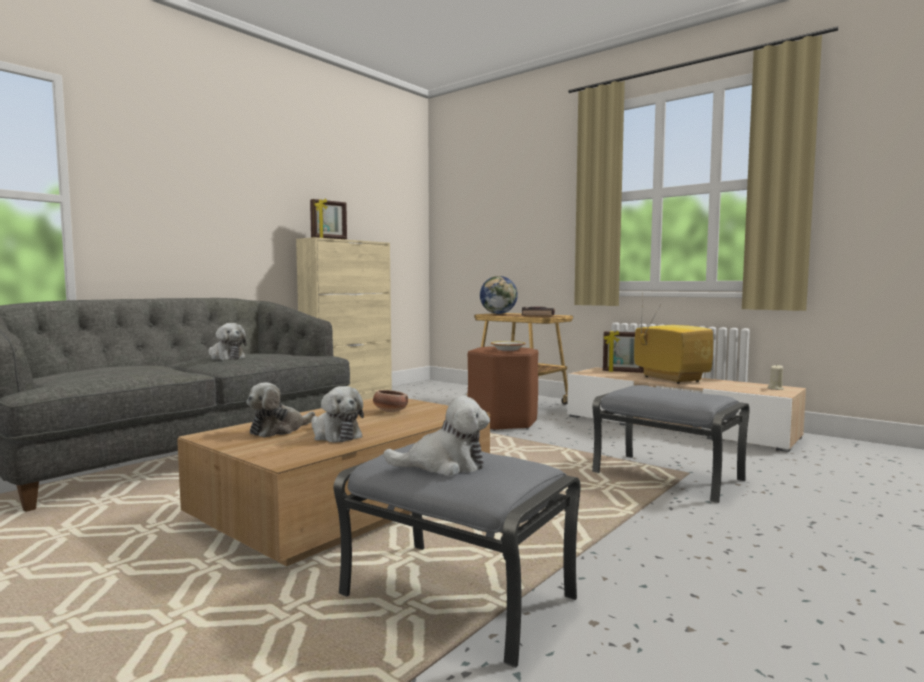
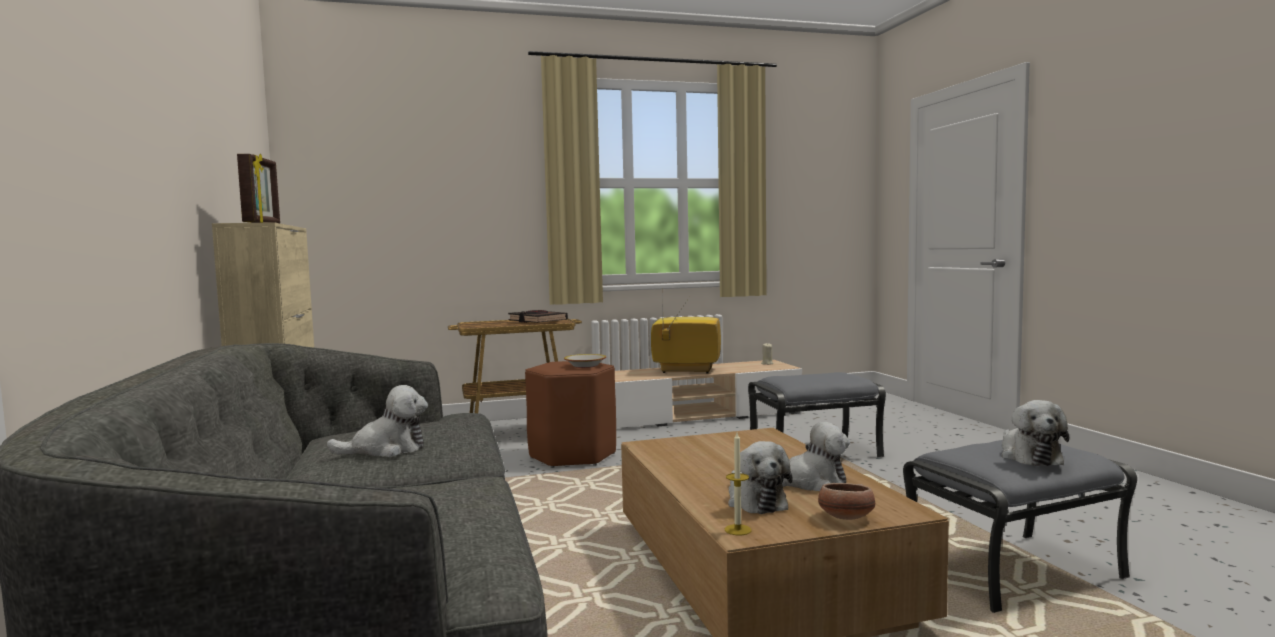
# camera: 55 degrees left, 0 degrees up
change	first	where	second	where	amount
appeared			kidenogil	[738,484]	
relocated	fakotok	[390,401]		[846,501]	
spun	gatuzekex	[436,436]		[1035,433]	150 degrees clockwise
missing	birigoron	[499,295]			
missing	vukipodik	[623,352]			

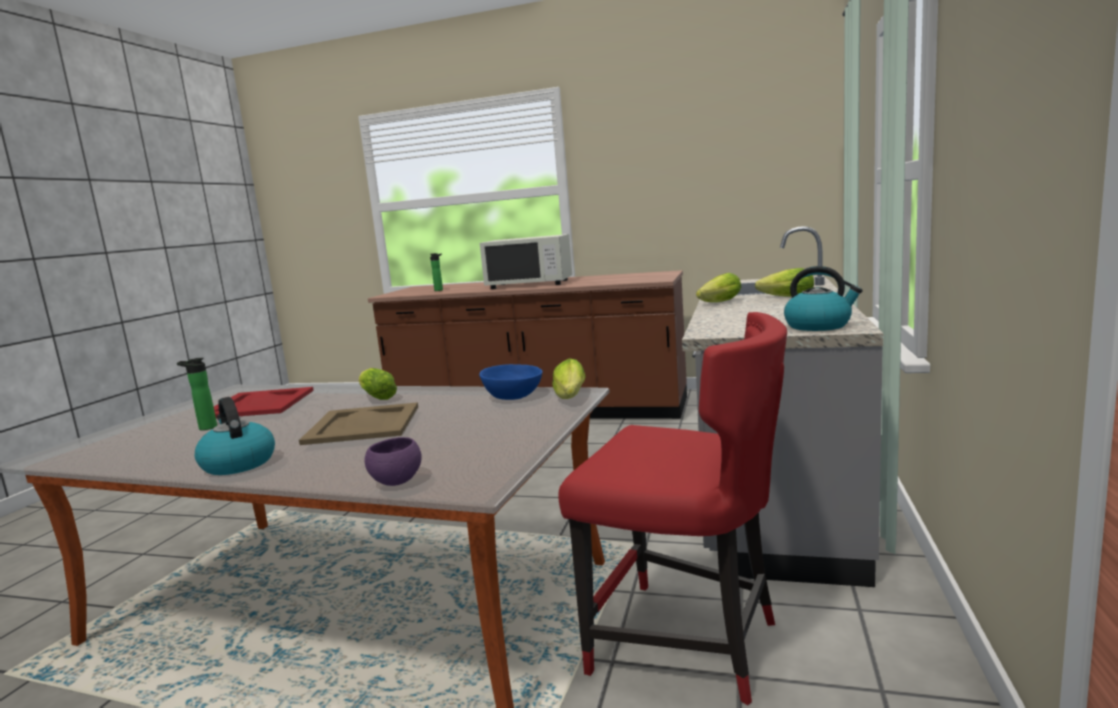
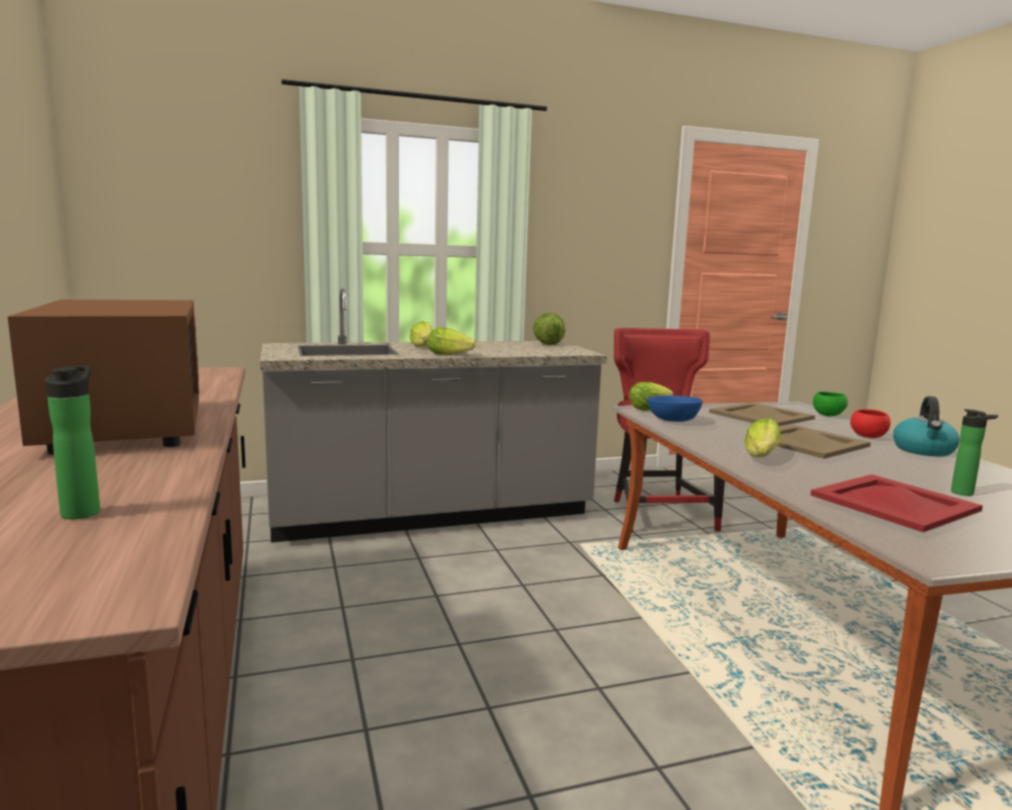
# camera: 125 degrees left, 0 degrees up
change	first	where	second	where	amount
colour	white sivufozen	[526,261]	brown sivufozen	[103,377]	
exchanged	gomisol	[823,298]	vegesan	[549,329]	
appeared			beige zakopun	[762,414]	
colour	purple fakotok	[393,461]	green fakotok	[830,404]	
appeared			red fakotok	[870,423]	

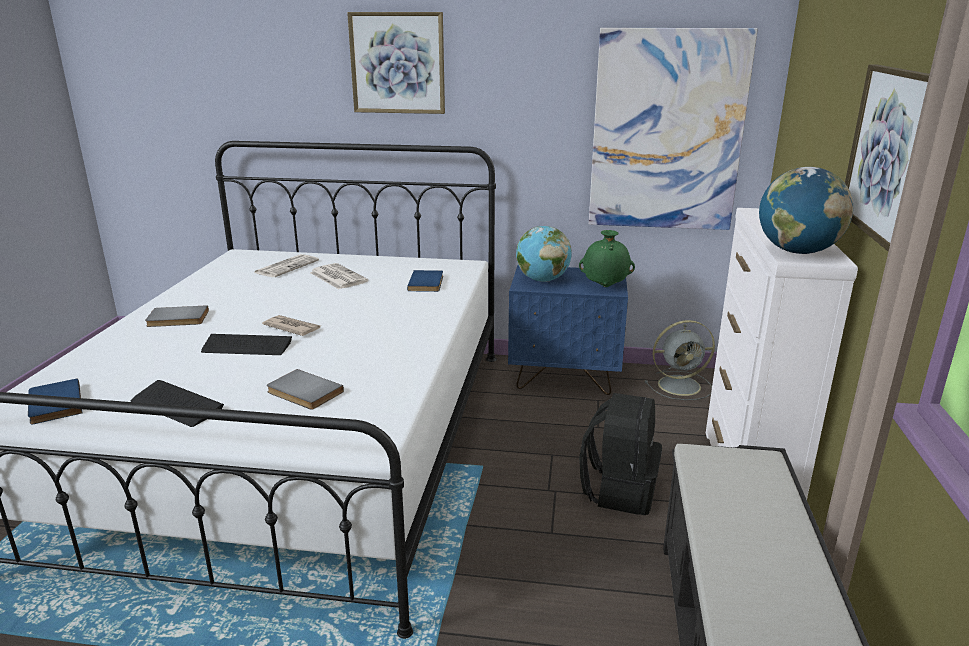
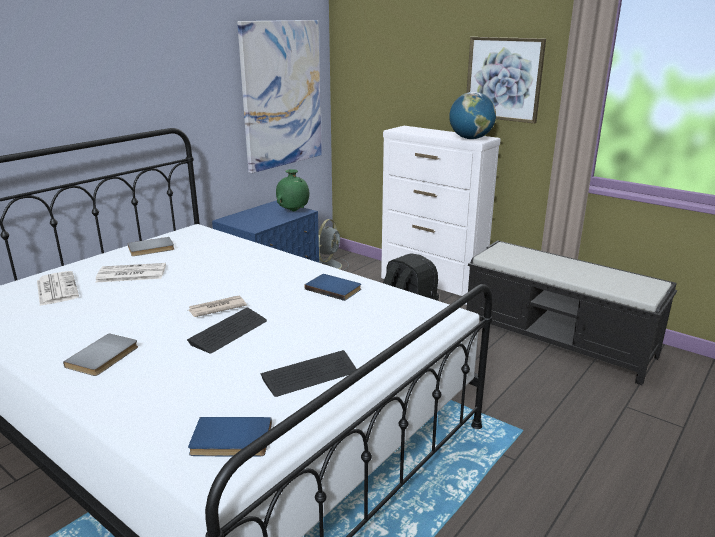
# camera: 60 degrees left, 0 degrees up
change	first	where	second	where	amount
relocated	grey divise	[305,389]		[151,246]	
relocated	blue divise	[425,281]		[333,287]	
missing	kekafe	[396,63]			
missing	birigoron	[544,254]			

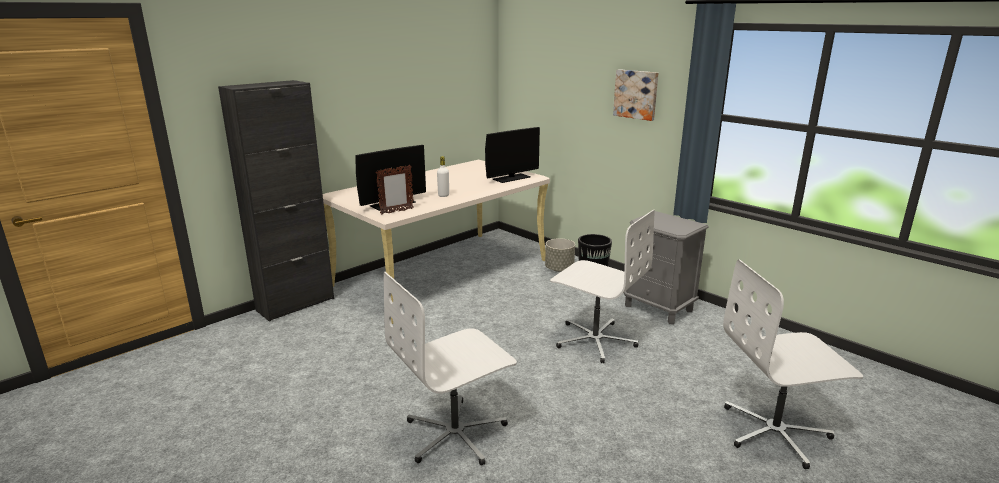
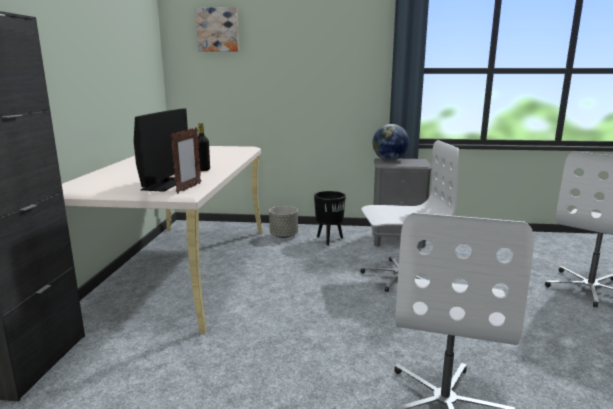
# camera: 40 degrees left, 5 degrees down
change	first	where	second	where	amount
relocated	kekafe	[636,95]		[217,29]	
colour	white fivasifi	[443,176]	black fivasifi	[203,147]	
appeared			birigoron	[391,142]	
missing	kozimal	[512,155]			

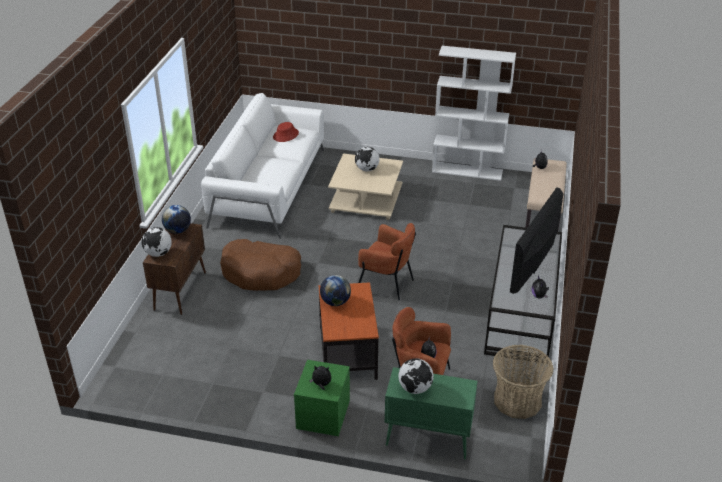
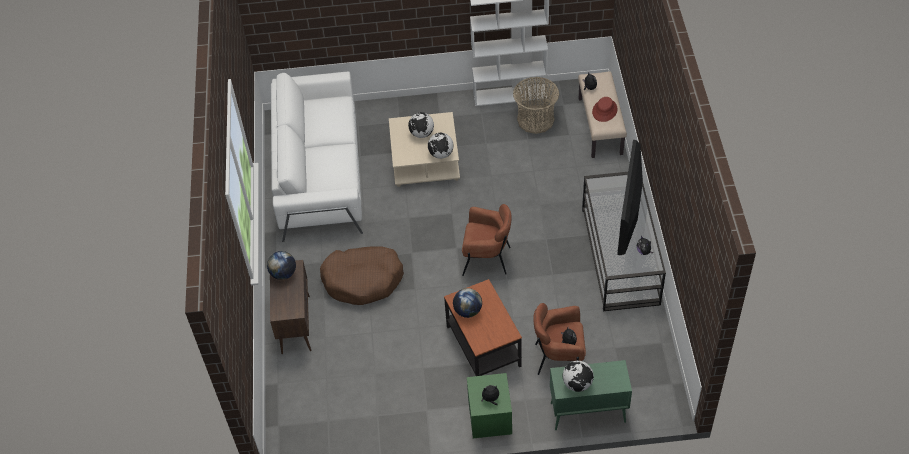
# camera: 15 degrees left, 15 degrees up
change	first	where	second	where	amount
relocated	birigoron	[157,242]		[441,146]	
relocated	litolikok	[523,382]		[536,105]	
relocated	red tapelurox	[286,132]		[604,109]	

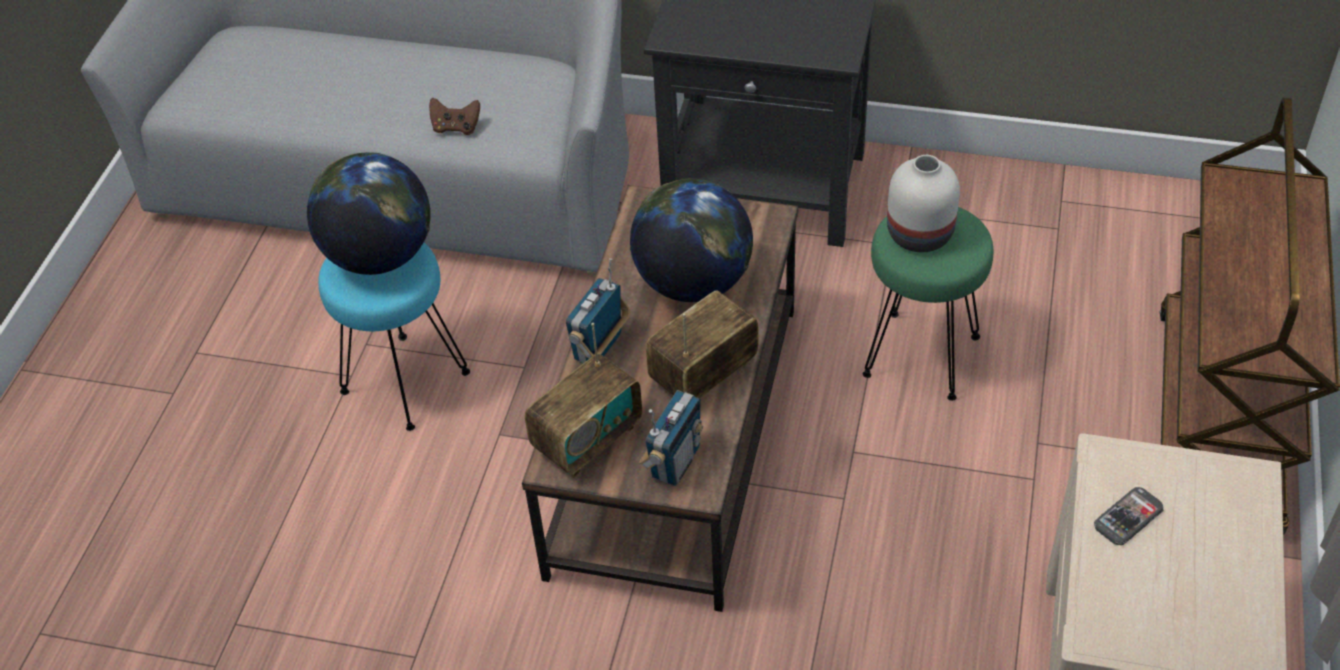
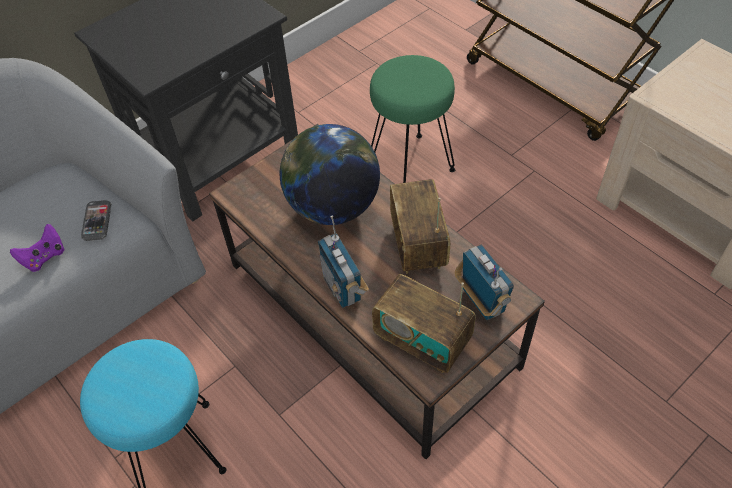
# camera: 55 degrees left, 5 degrees up
change	first	where	second	where	amount
colour	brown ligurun	[454,116]	purple ligurun	[37,248]	
relocated	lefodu	[1129,516]		[96,220]	
spun	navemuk	[583,400]		[424,323]	135 degrees clockwise
missing	birigoron	[369,213]			
missing	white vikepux	[923,203]			

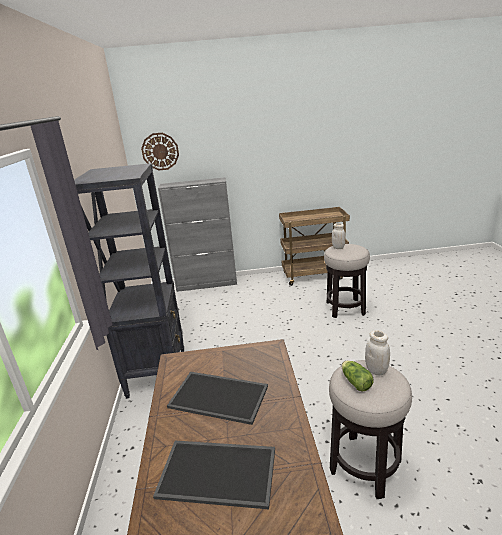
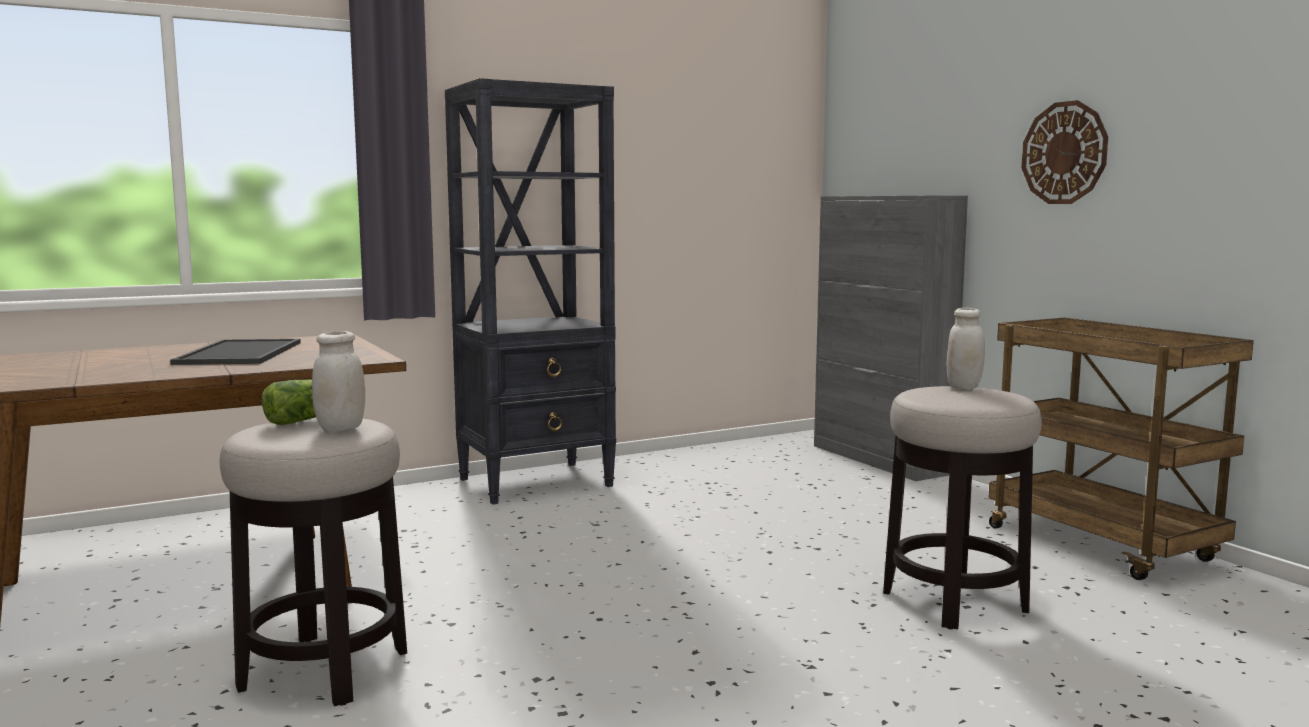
# camera: 65 degrees right, 15 degrees down
change	first	where	second	where	amount
relocated	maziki	[160,151]		[1065,152]	
missing	zakopun	[214,475]			

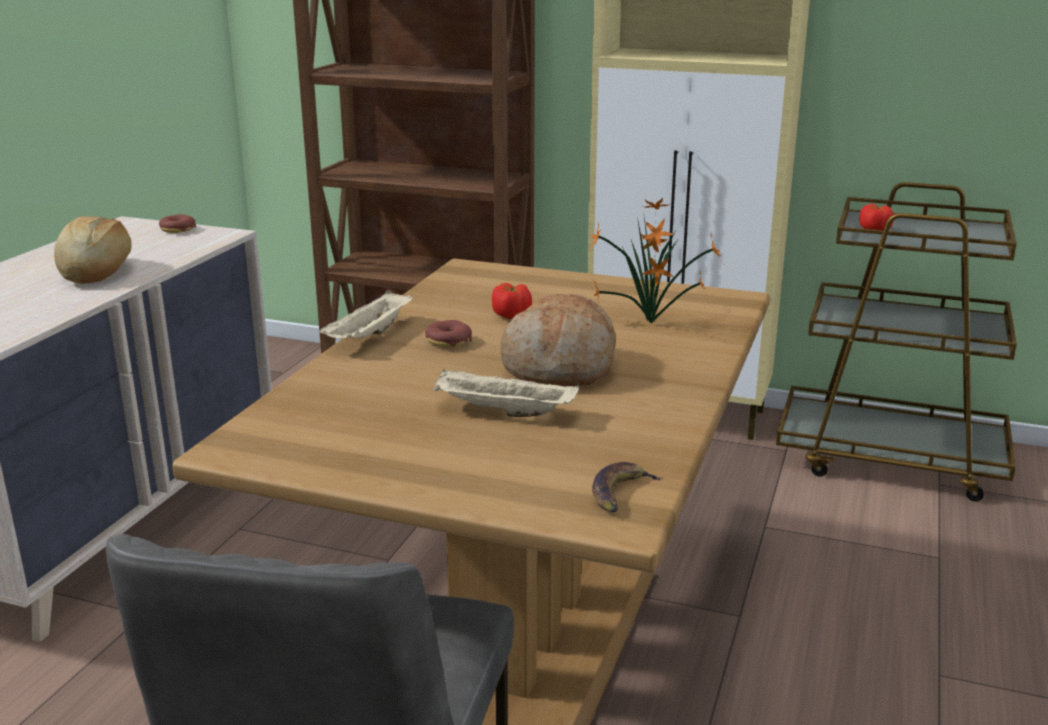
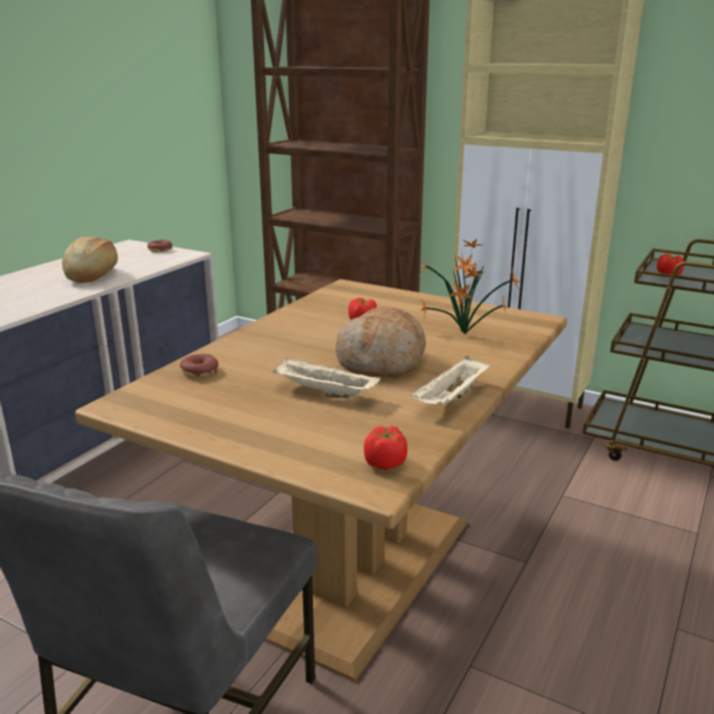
# camera: 10 degrees right, 0 degrees up
change	first	where	second	where	amount
relocated	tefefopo	[448,333]		[199,365]	
exchanged	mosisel	[628,487]	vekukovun	[385,448]	
relocated	beige zakopun	[365,314]		[450,380]	

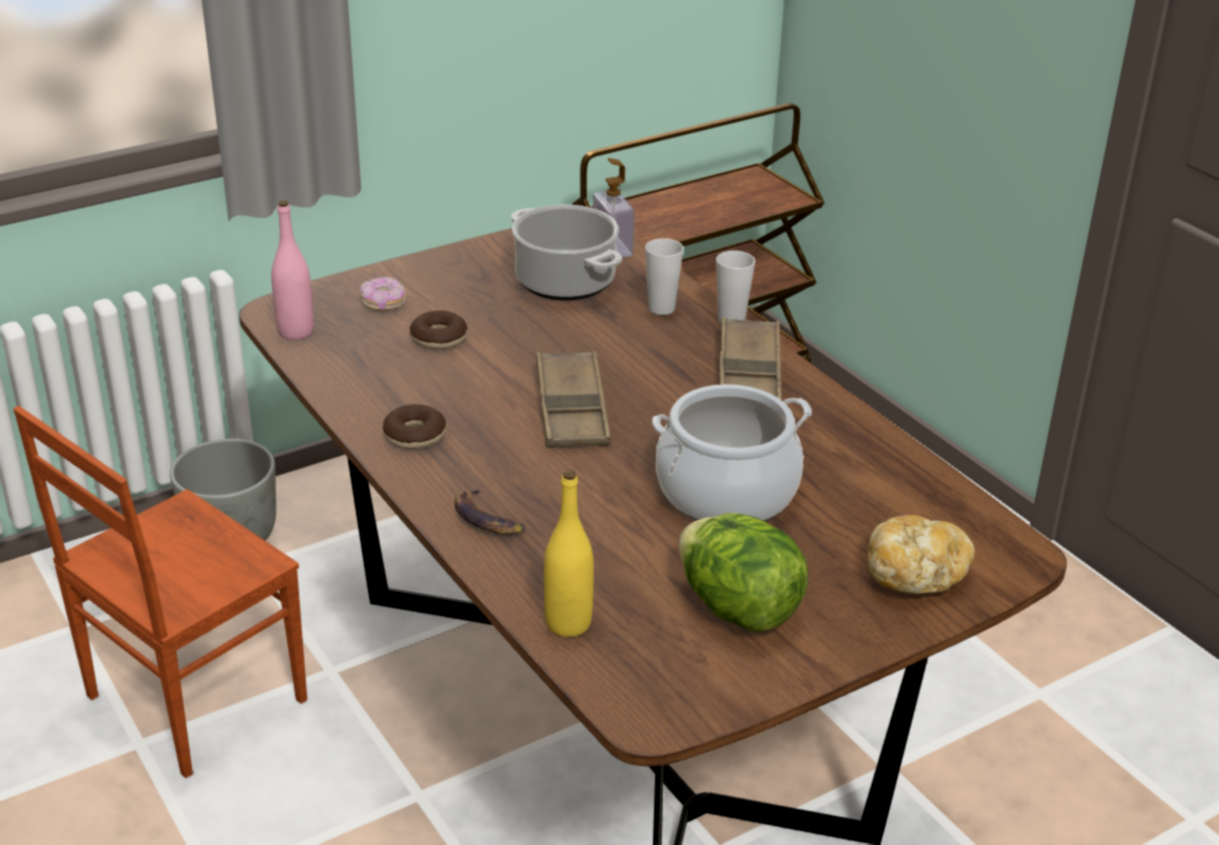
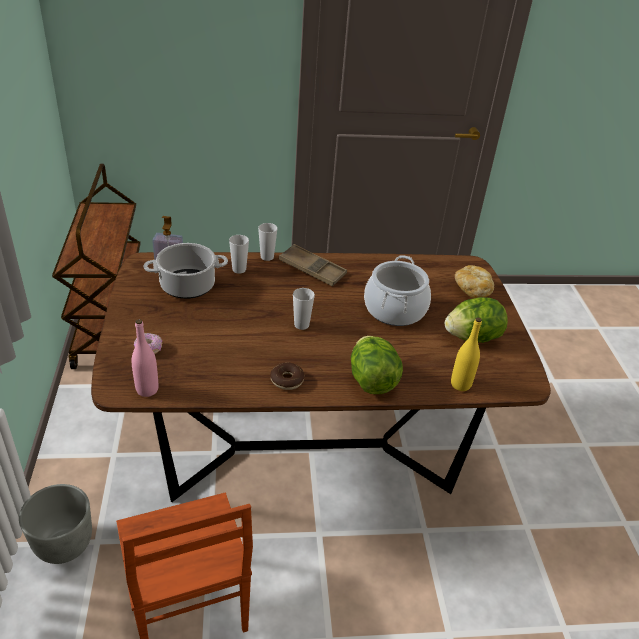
# camera: 65 degrees left, 5 degrees up
change	first	where	second	where	amount
exchanged	brown zakopun	[573,399]	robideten	[304,309]	
exchanged	mosisel	[489,511]	vegesan	[377,365]	
missing	tefefopo	[439,329]			

